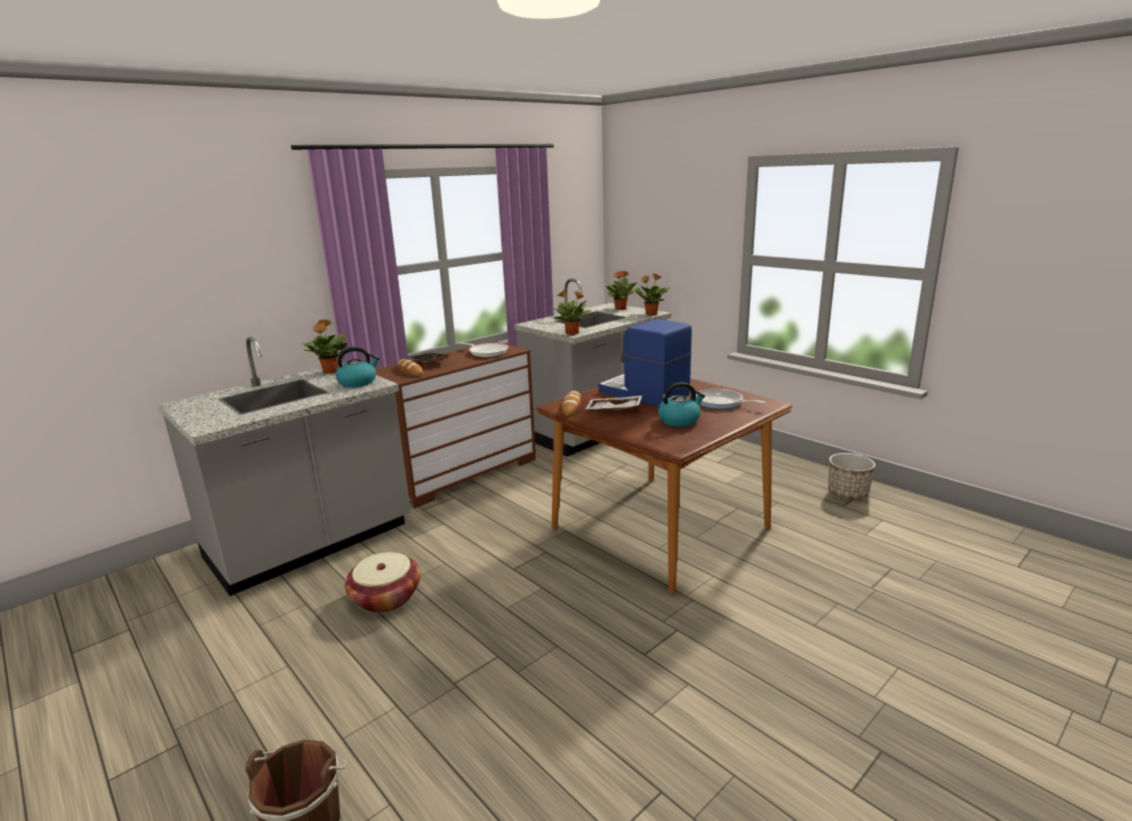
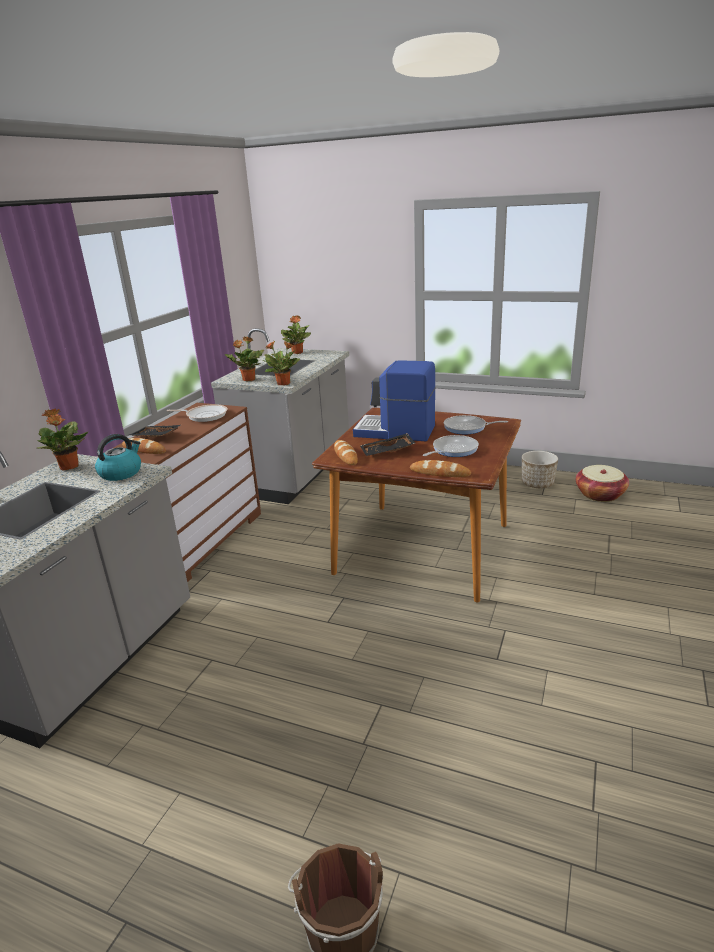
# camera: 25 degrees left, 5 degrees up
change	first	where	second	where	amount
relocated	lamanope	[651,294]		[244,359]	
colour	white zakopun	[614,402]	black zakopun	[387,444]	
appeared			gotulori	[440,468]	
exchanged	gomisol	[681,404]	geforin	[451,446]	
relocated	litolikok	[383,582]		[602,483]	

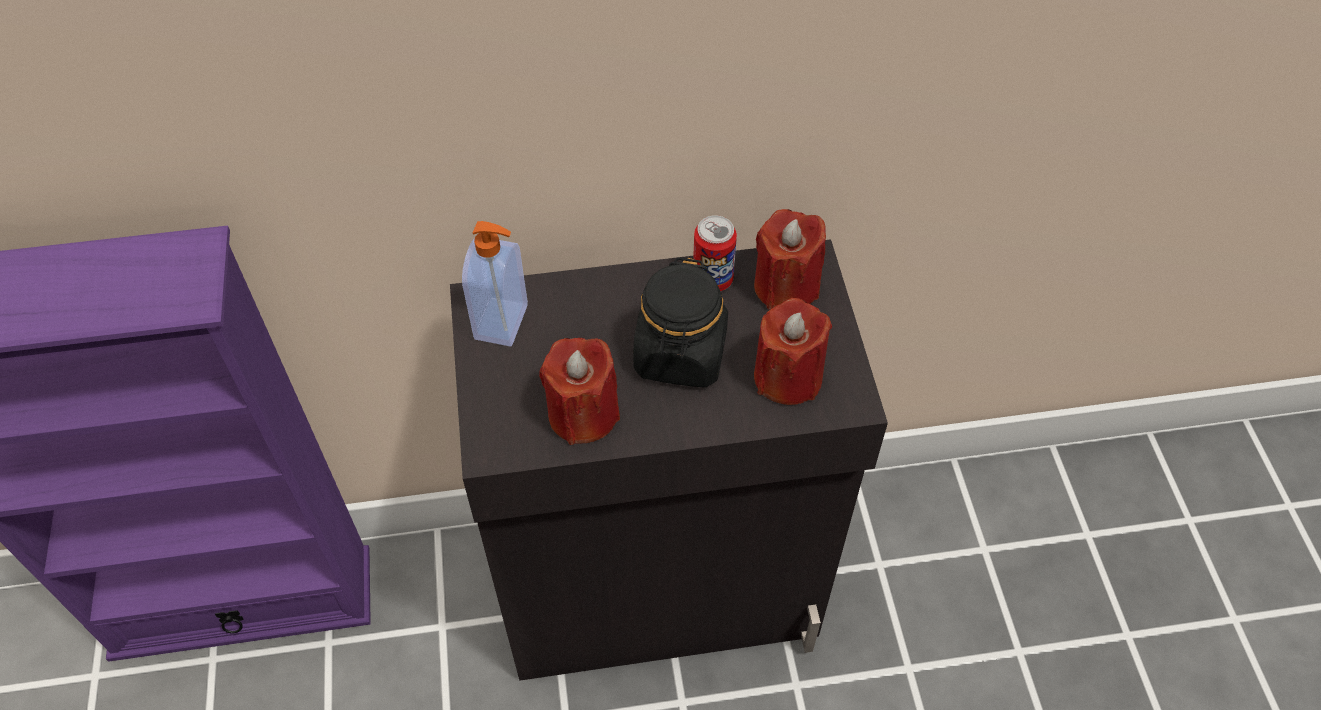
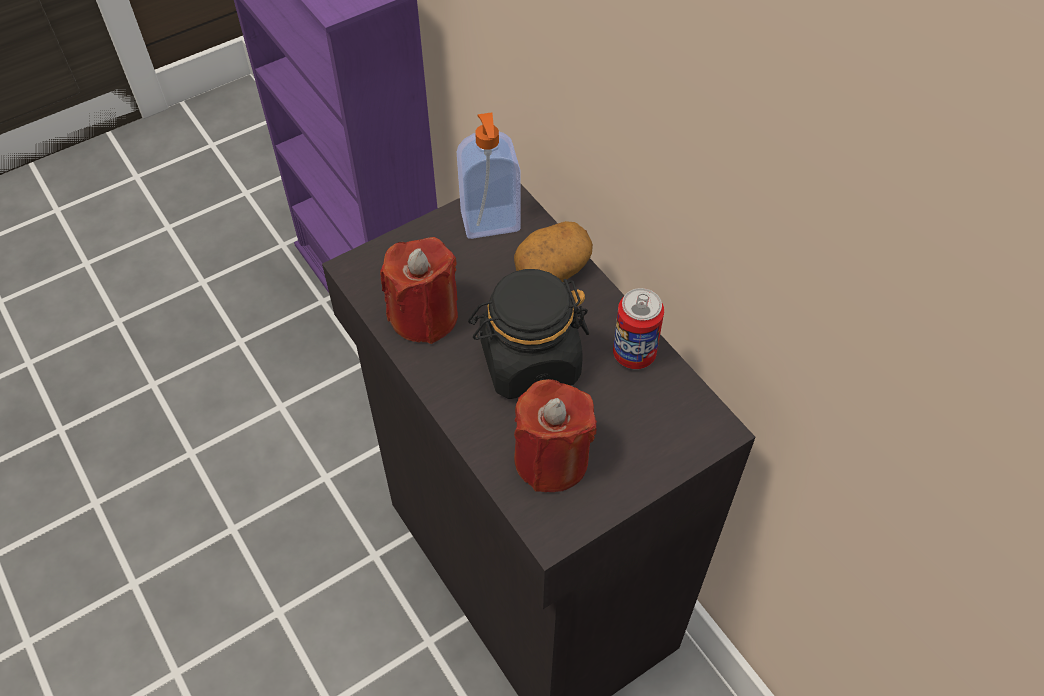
# camera: 65 degrees right, 0 degrees up
change	first	where	second	where	amount
appeared			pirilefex	[553,251]	
missing	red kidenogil	[790,259]			

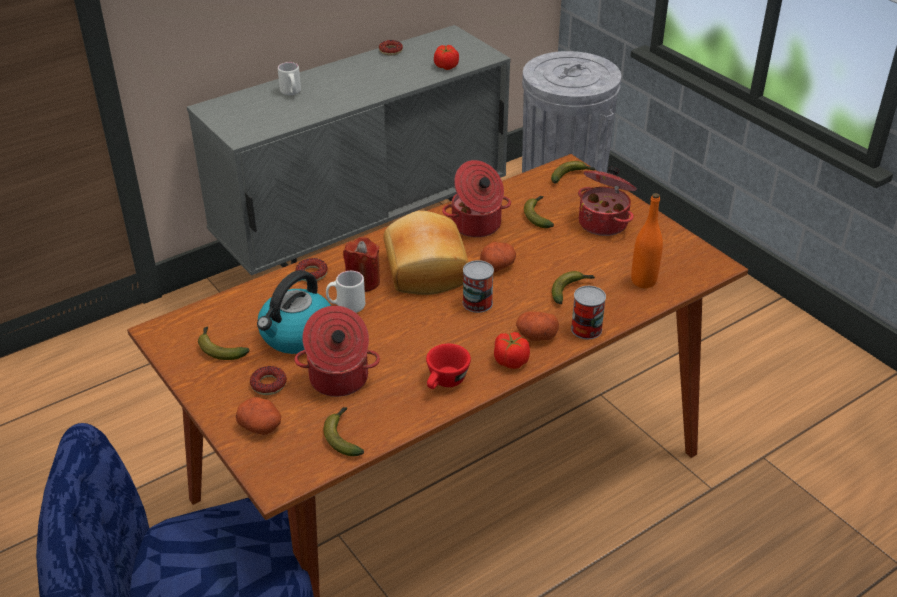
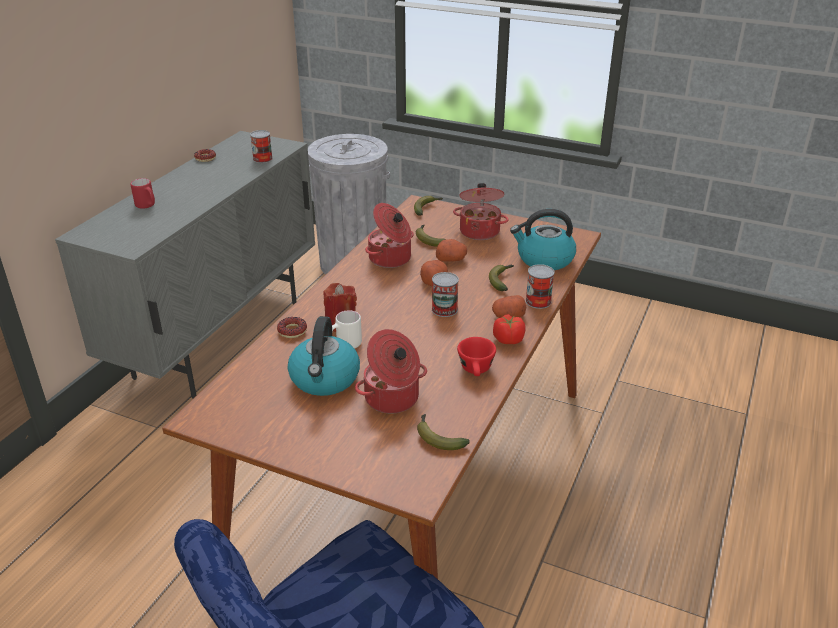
# camera: 30 degrees left, 5 degrees down
change	first	where	second	where	amount
colour	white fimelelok	[289,78]	red fimelelok	[142,193]	
exchanged	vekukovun	[446,57]	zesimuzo	[261,146]	
relocated	pirilefex	[258,416]		[451,250]	
exchanged	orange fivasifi	[647,240]	gomisol	[543,239]	
missing	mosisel	[223,343]			
missing	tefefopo	[268,380]			
missing	gotulori	[426,253]			

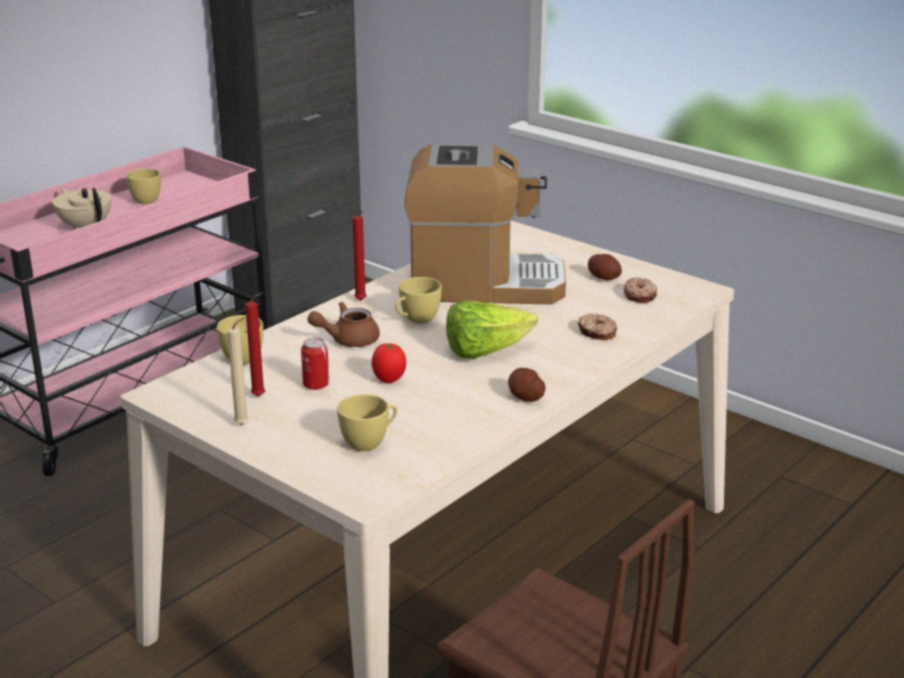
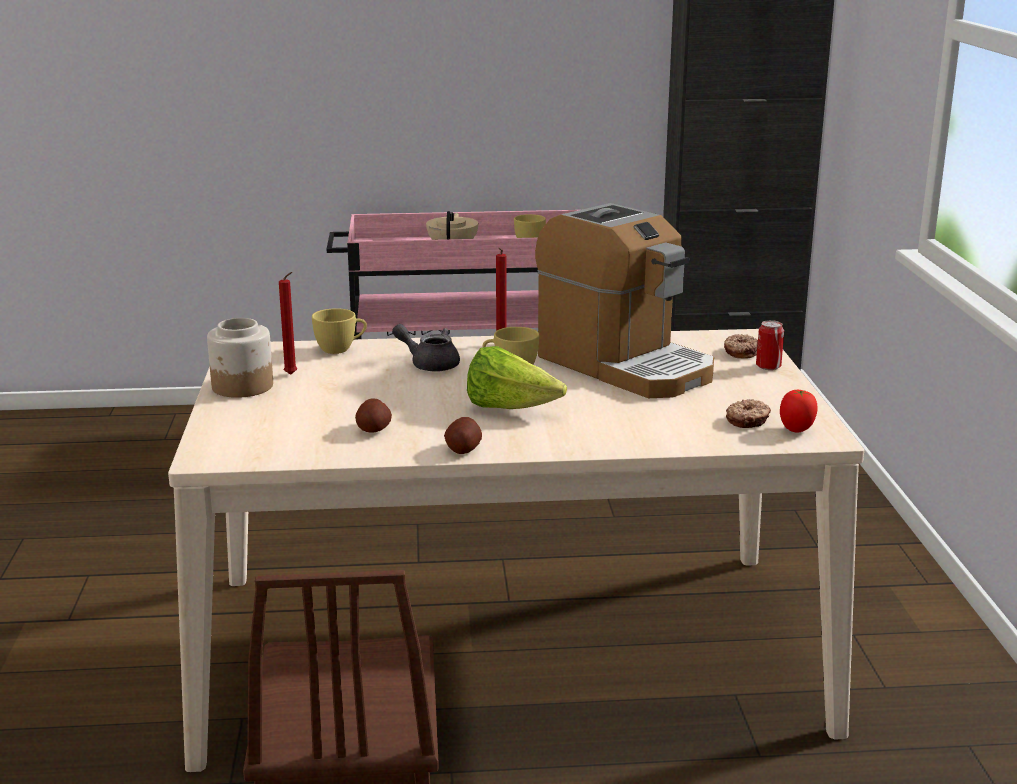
# camera: 45 degrees right, 5 degrees down
change	first	where	second	where	amount
exchanged	beige kidenogil	[238,371]	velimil	[240,358]	
relocated	pirilefex	[605,267]		[373,415]	
colour	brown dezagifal	[343,324]	grey dezagifal	[426,348]	
relocated	tefefopo	[597,326]		[741,346]	
relocated	zesimuzo	[315,363]		[770,345]	
relocated	vekukovun	[388,363]		[799,411]	
missing	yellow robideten	[367,422]			

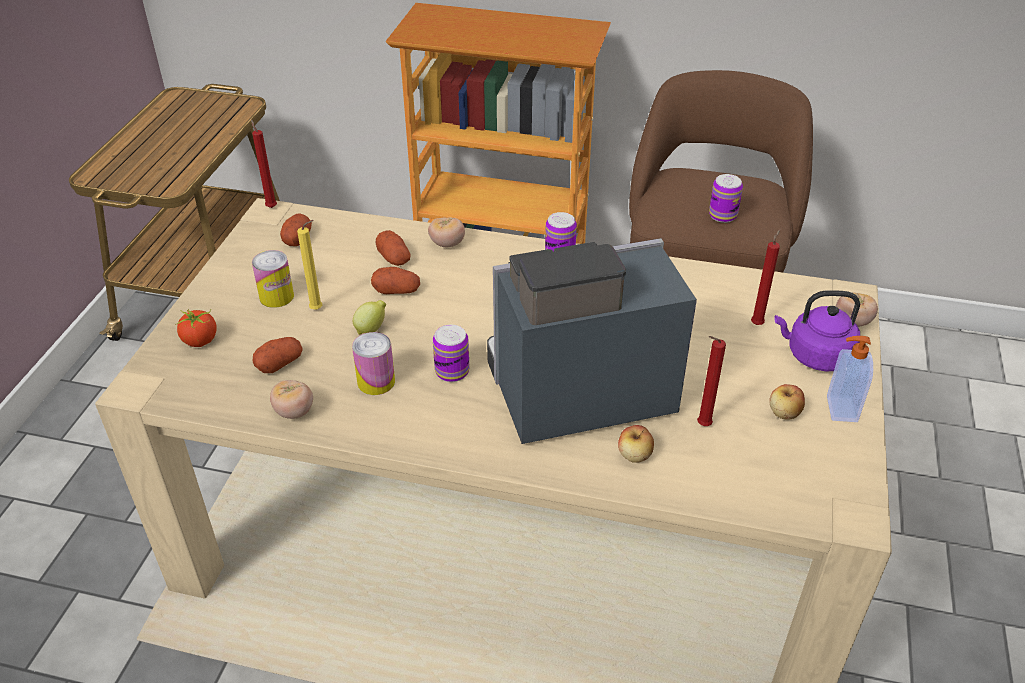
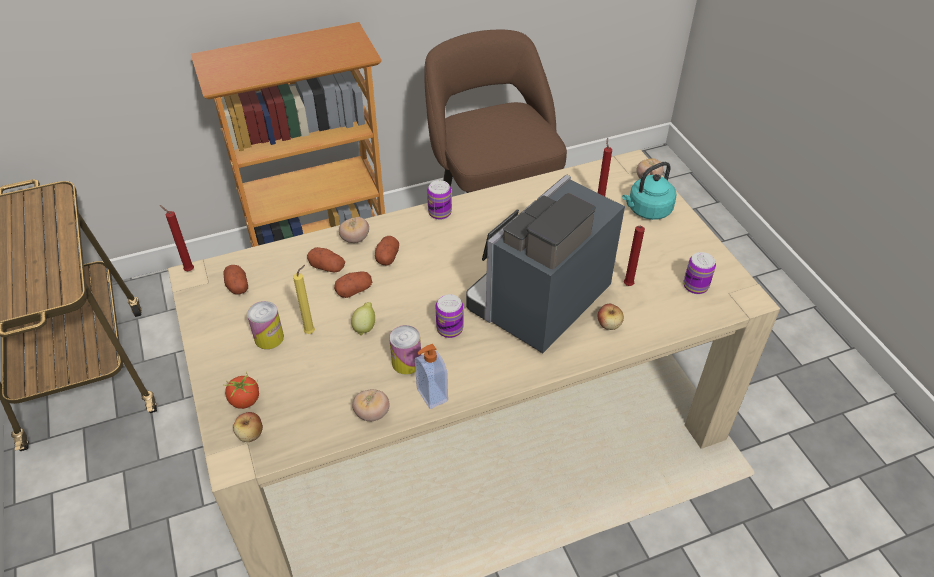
# camera: 35 degrees left, 5 degrees up
change	first	where	second	where	amount
relocated	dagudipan	[787,402]		[248,427]	
relocated	pirilefex	[278,355]		[387,251]	
relocated	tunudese	[850,379]		[431,376]	
colour	purple gomisol	[817,330]	turquoise gomisol	[649,191]	
relocated	zesimuzo	[726,198]		[700,273]	

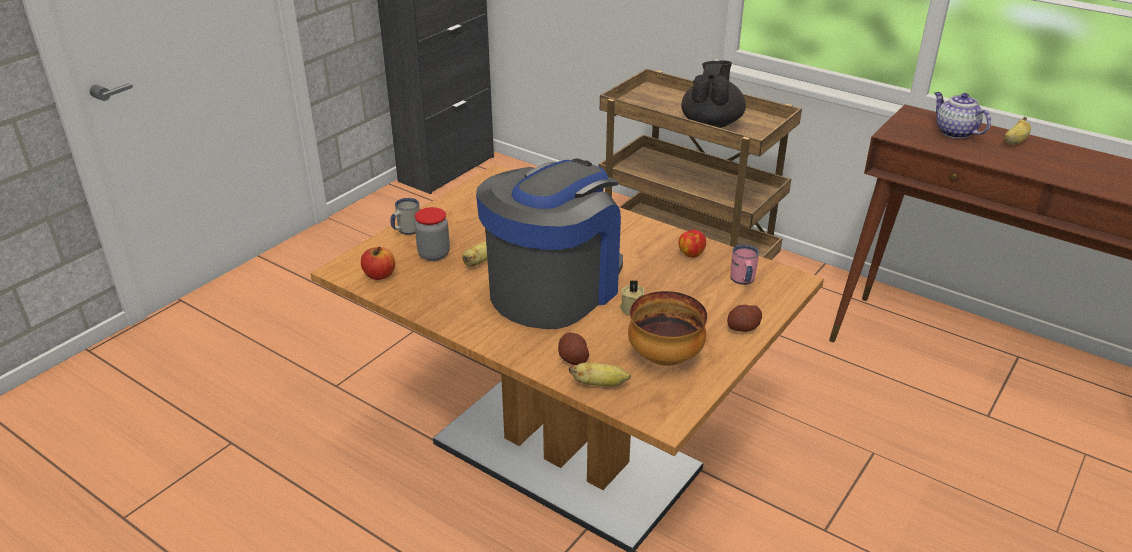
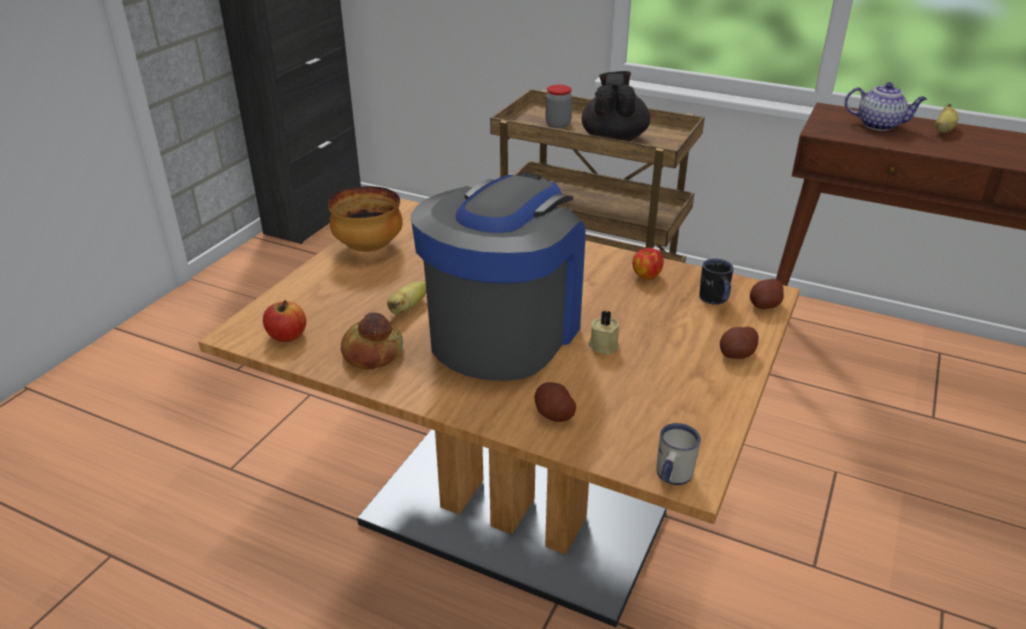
# camera: 10 degrees left, 0 degrees up
change	first	where	second	where	amount
relocated	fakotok	[667,328]		[365,219]	
appeared			gotulori	[372,340]	
relocated	velimil	[432,234]		[558,106]	
relocated	white fimelelok	[405,216]		[679,454]	
colour	pink fimelelok	[745,264]	black fimelelok	[716,281]	
appeared			pirilefex	[767,294]	
spun	dezagifal	[962,115]		[886,106]	150 degrees clockwise
missing	mosisel	[600,374]			

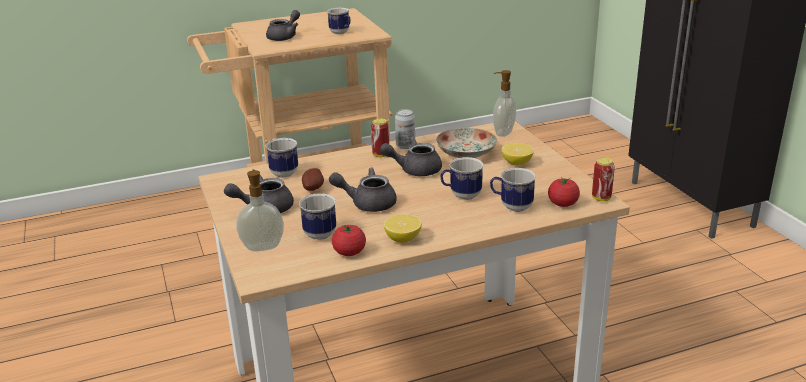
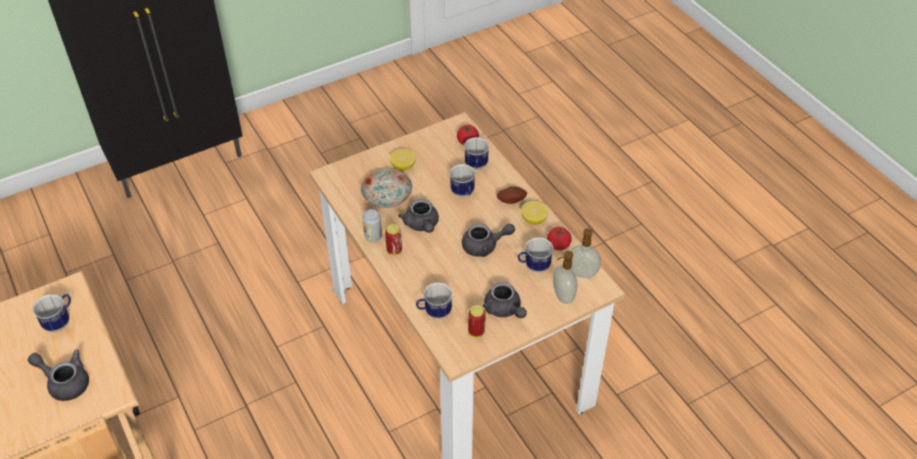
# camera: 100 degrees left, 20 degrees up
change	first	where	second	where	amount
spun	grey dezagifal	[363,190]		[488,240]	90 degrees counterclockwise
relocated	zesimuzo	[603,179]		[477,321]	
relocated	pirilefex	[313,179]		[512,195]	
relocated	tunudese	[504,103]		[585,253]	

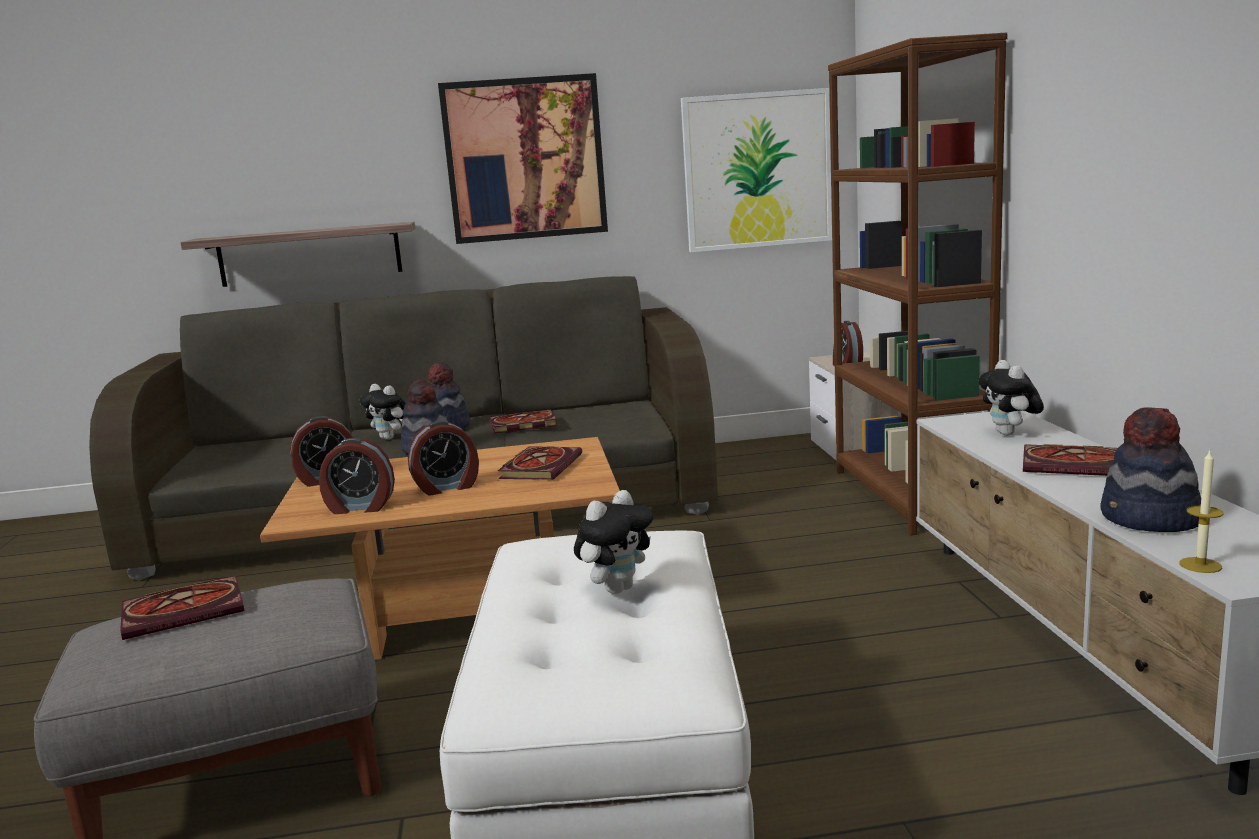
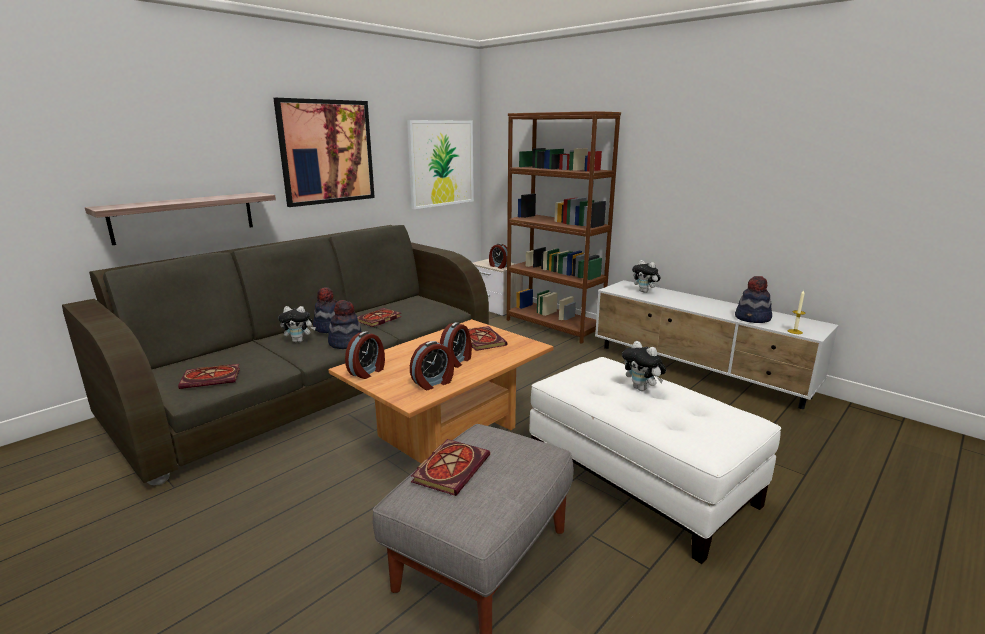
# camera: 40 degrees left, 5 degrees up
change	first	where	second	where	amount
relocated	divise	[1070,460]		[209,376]	
spun	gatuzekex	[613,542]		[644,366]	135 degrees clockwise

